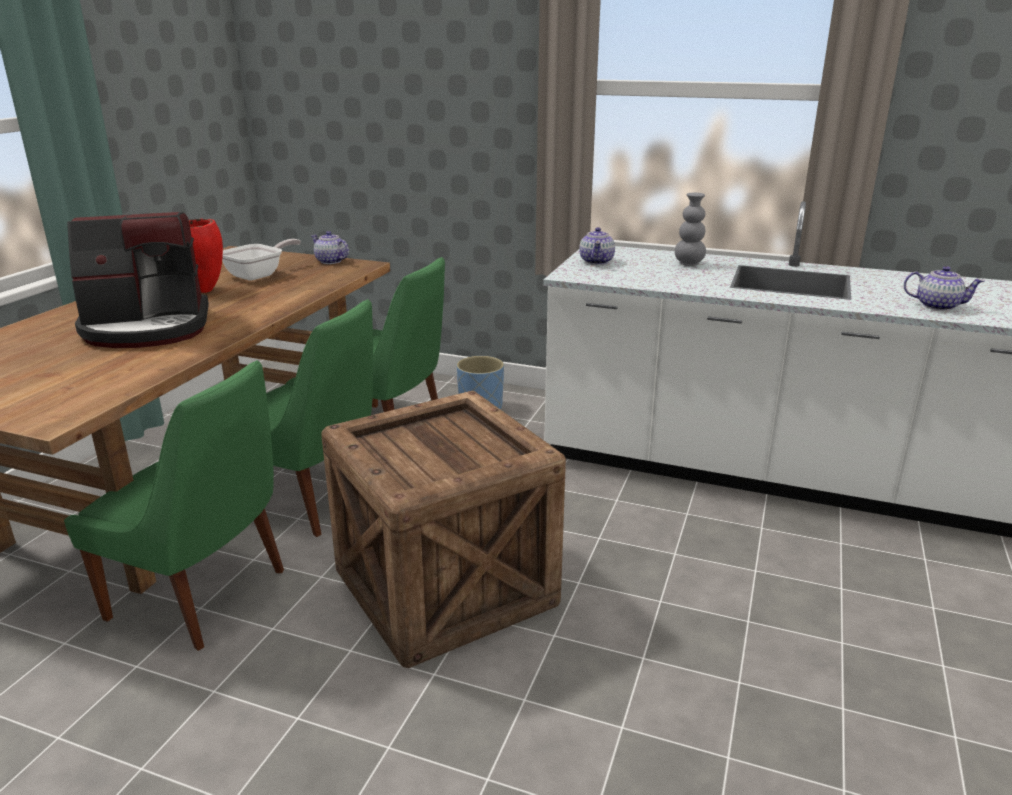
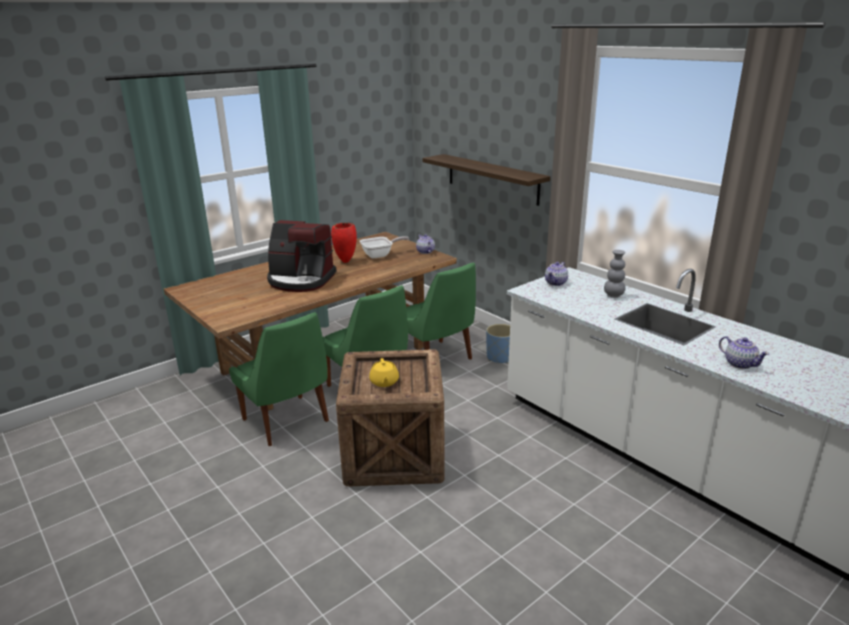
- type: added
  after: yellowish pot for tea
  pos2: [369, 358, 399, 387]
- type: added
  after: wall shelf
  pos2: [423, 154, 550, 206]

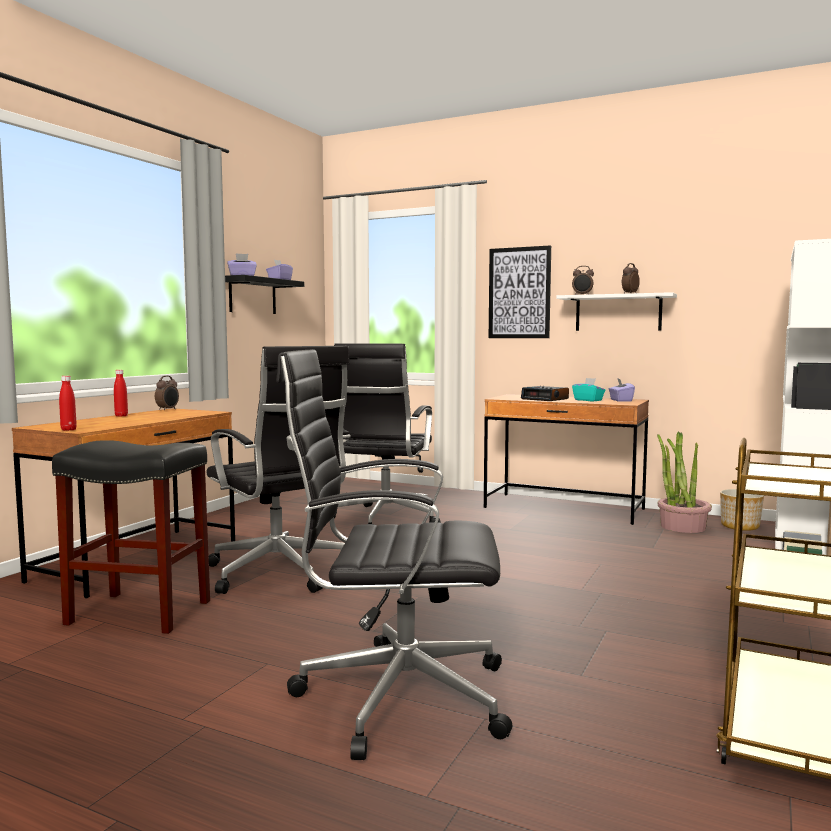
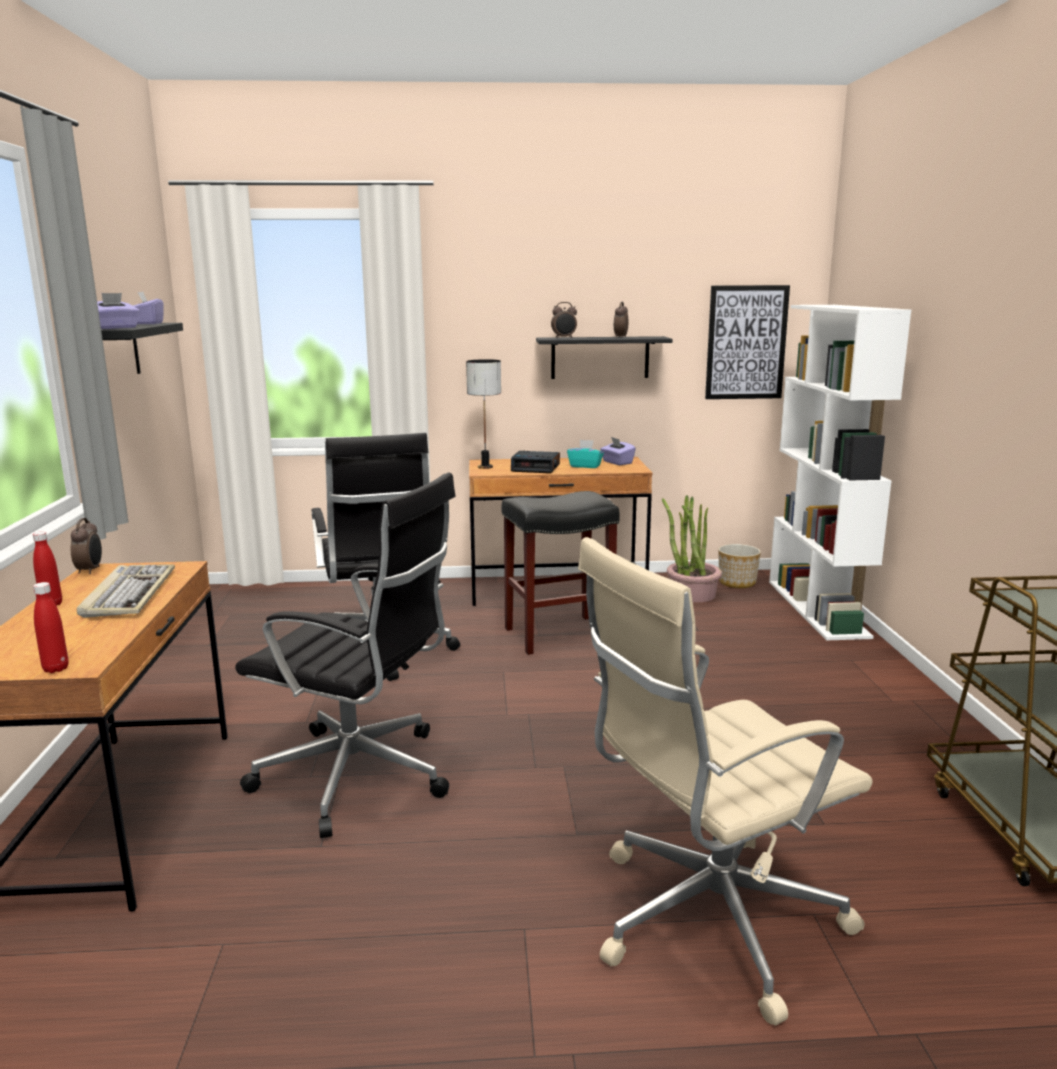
- type: added
  after: keyboard
  pos2: [77, 564, 175, 618]
- type: added
  after: table lamp
  pos2: [466, 359, 501, 469]
- type: moved
  before: black-coloured stool seat
  pos1: [52, 440, 210, 634]
  pos2: [502, 491, 620, 655]
- type: moved
  before: wall art
  pos1: [489, 245, 551, 338]
  pos2: [705, 285, 790, 399]
- type: recoloured
  before: black-coloured desk chair
  after: sand-coloured desk chair
  pos1: [276, 349, 512, 760]
  pos2: [578, 537, 872, 1026]
- type: recoloured
  before: whitish wall shelf
  after: black-coloured wall shelf
  pos1: [556, 292, 677, 331]
  pos2: [536, 336, 672, 379]

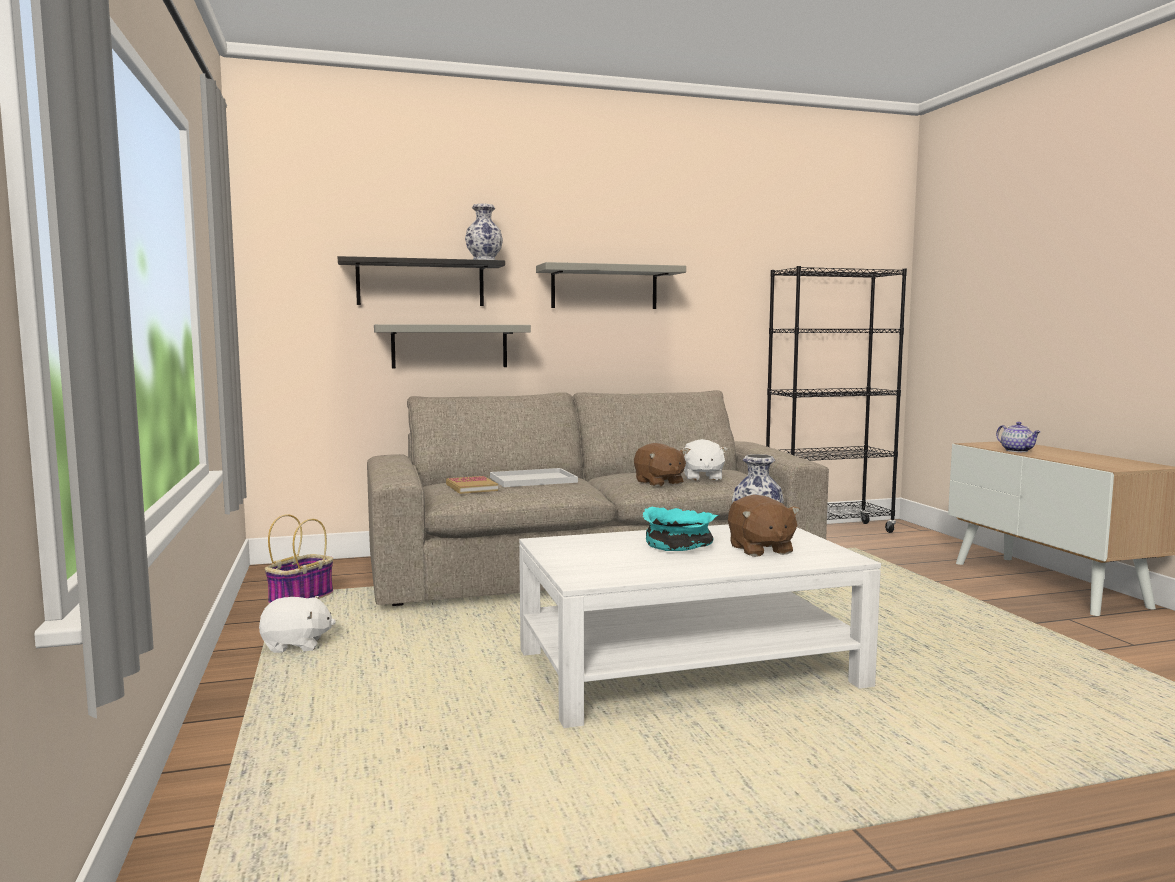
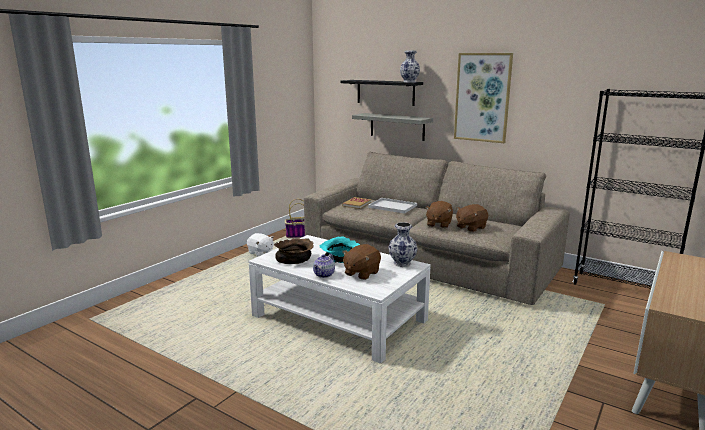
- type: added
  after: brownish bowl
  pos2: [274, 238, 314, 264]
- type: moved
  before: pot for tea
  pos1: [996, 422, 1040, 452]
  pos2: [313, 254, 335, 278]
- type: replaced
  before: greyish wall shelf
  after: wall art
  pos1: [536, 262, 686, 309]
  pos2: [454, 53, 513, 143]
- type: recoloured
  before: whitish plush toy
  after: brownish plush toy
  pos1: [683, 439, 728, 481]
  pos2: [456, 204, 488, 232]

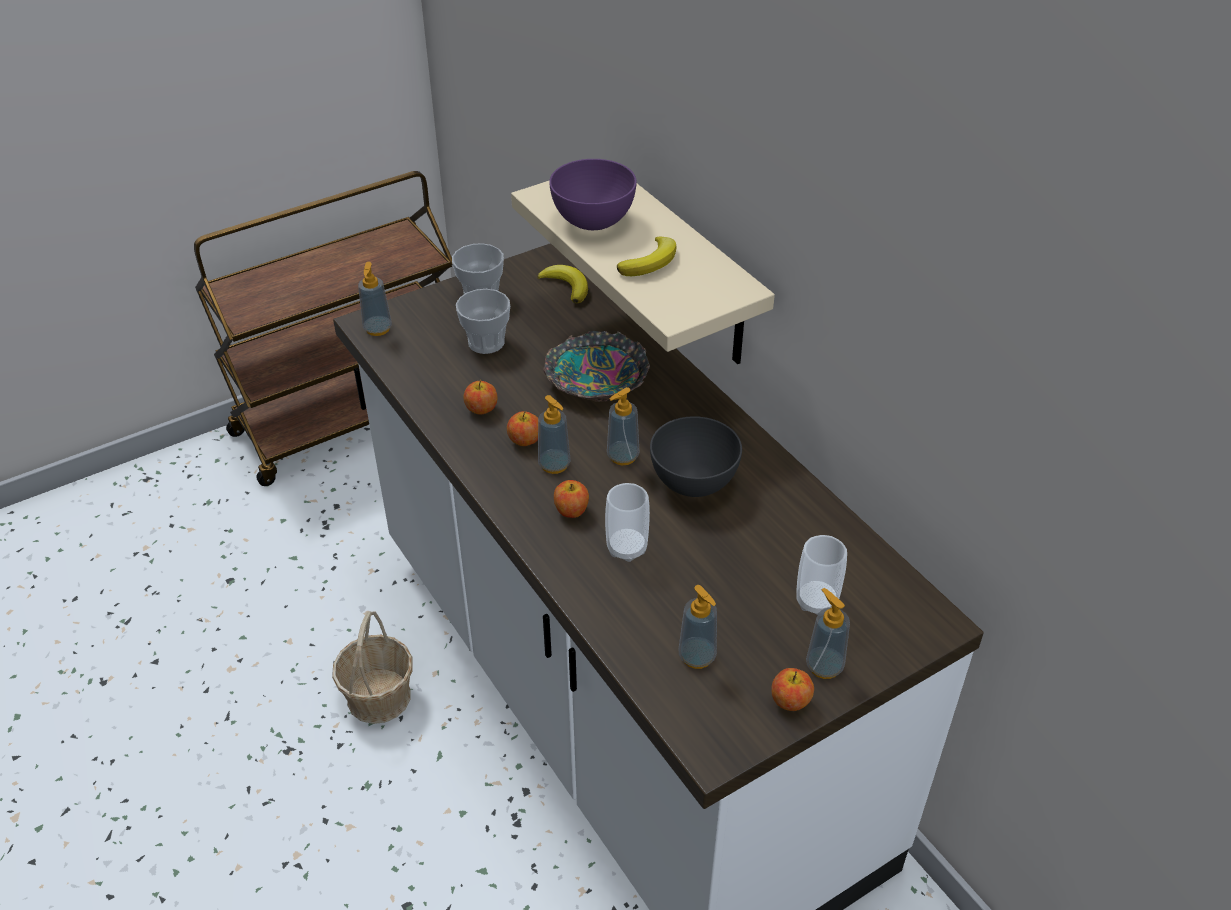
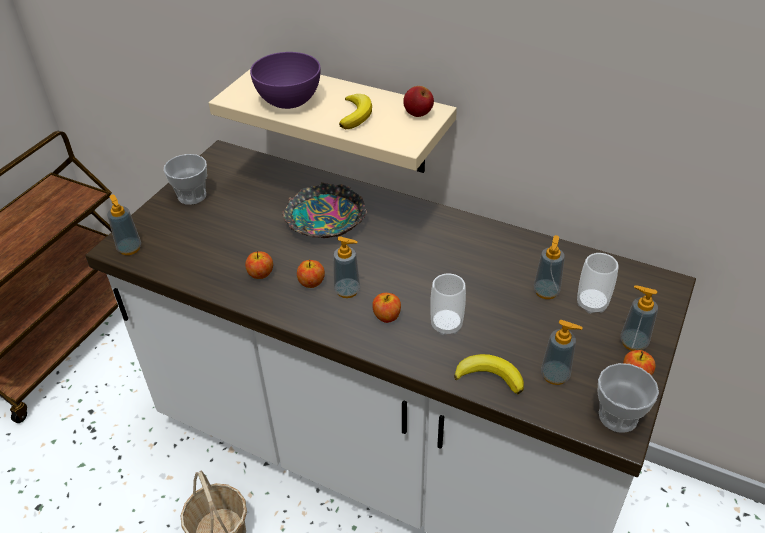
- type: removed
  before: greyish bowl
  pos1: [650, 416, 742, 497]
- type: added
  after: apple fruit
  pos2: [403, 86, 434, 117]
- type: moved
  before: small cup
  pos1: [456, 289, 510, 354]
  pos2: [597, 363, 659, 433]
- type: moved
  before: banana
  pos1: [537, 265, 588, 303]
  pos2: [454, 354, 524, 394]
- type: moved
  before: soap bottle
  pos1: [607, 387, 640, 465]
  pos2: [534, 235, 565, 299]

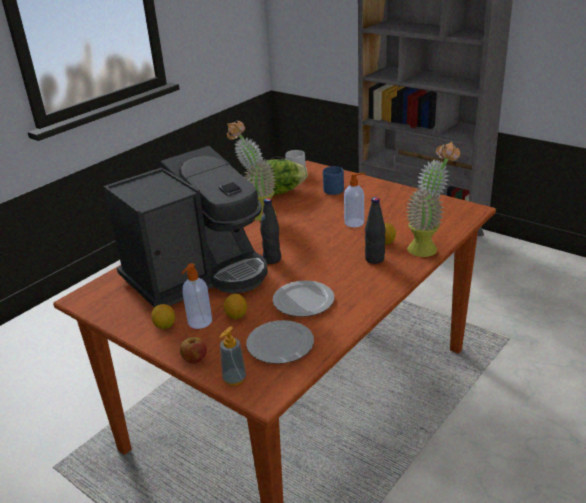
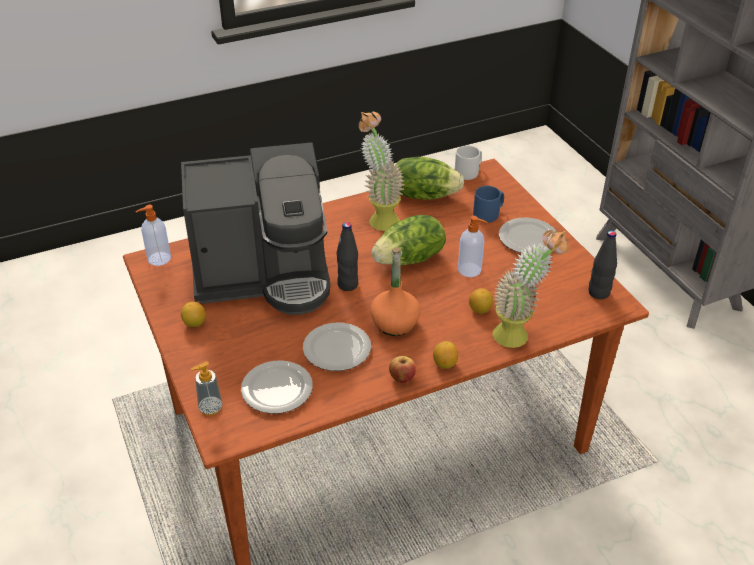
- type: added
  after: orange-coloured drink bottle
  pos2: [370, 247, 420, 336]
- type: added
  after: lettuce head
  pos2: [372, 215, 446, 265]
- type: added
  after: dinner plate
  pos2: [499, 218, 557, 253]
- type: moved
  before: apple fruit
  pos1: [180, 337, 207, 364]
  pos2: [389, 356, 416, 383]
- type: moved
  before: soap bottle
  pos1: [181, 263, 212, 329]
  pos2: [135, 205, 171, 266]
- type: moved
  before: whole lemon
  pos1: [224, 294, 247, 319]
  pos2: [433, 341, 458, 369]
- type: moved
  before: black-coloured drink bottle
  pos1: [365, 197, 385, 264]
  pos2: [589, 230, 617, 299]

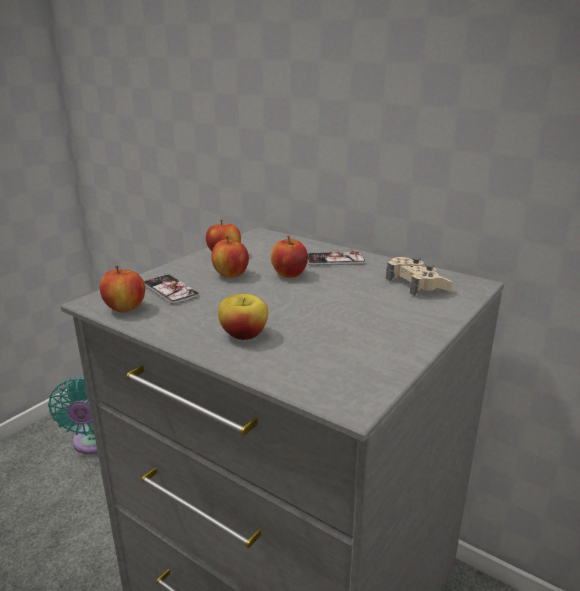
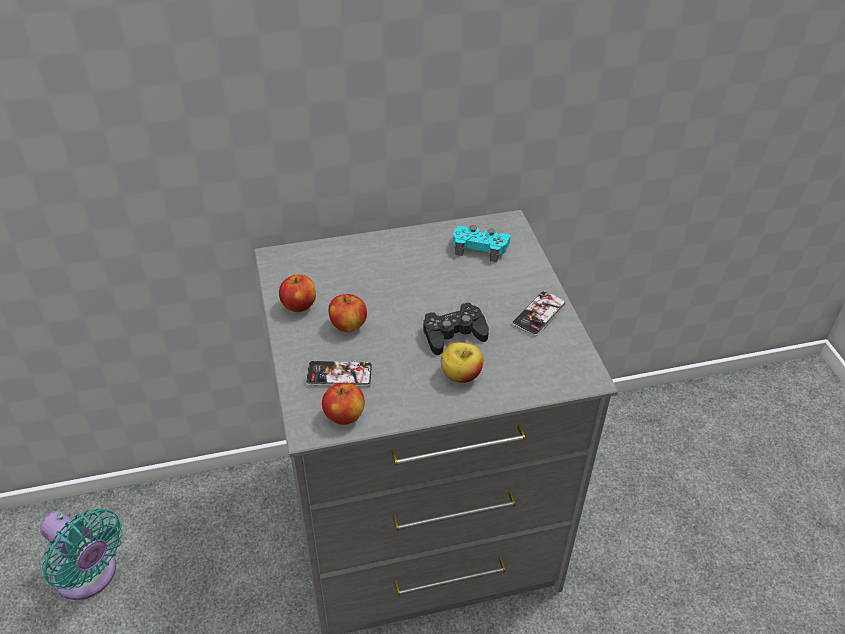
- type: removed
  before: apple fruit
  pos1: [271, 235, 308, 278]
- type: added
  after: black-coloured joypad
  pos2: [423, 302, 489, 355]
- type: moved
  before: phone
  pos1: [308, 249, 366, 266]
  pos2: [512, 291, 566, 336]
- type: recoloured
  before: sand-coloured joypad
  after: blue-green joypad
  pos1: [386, 257, 453, 296]
  pos2: [453, 225, 511, 262]

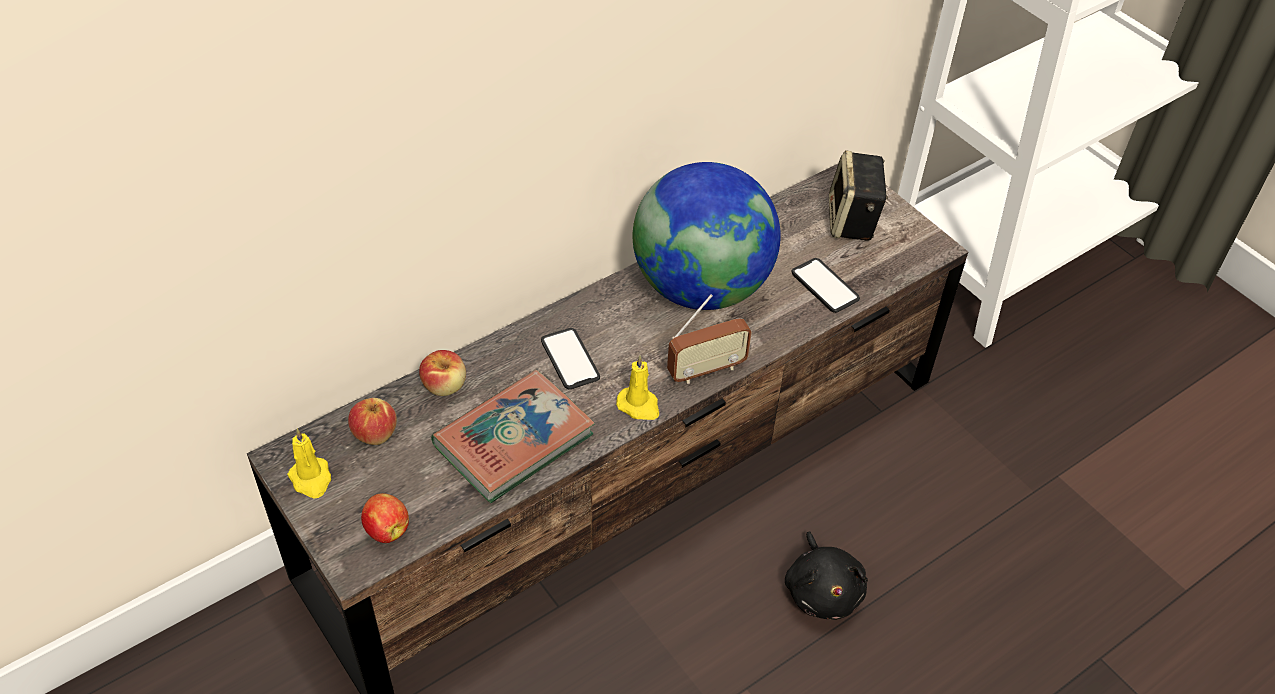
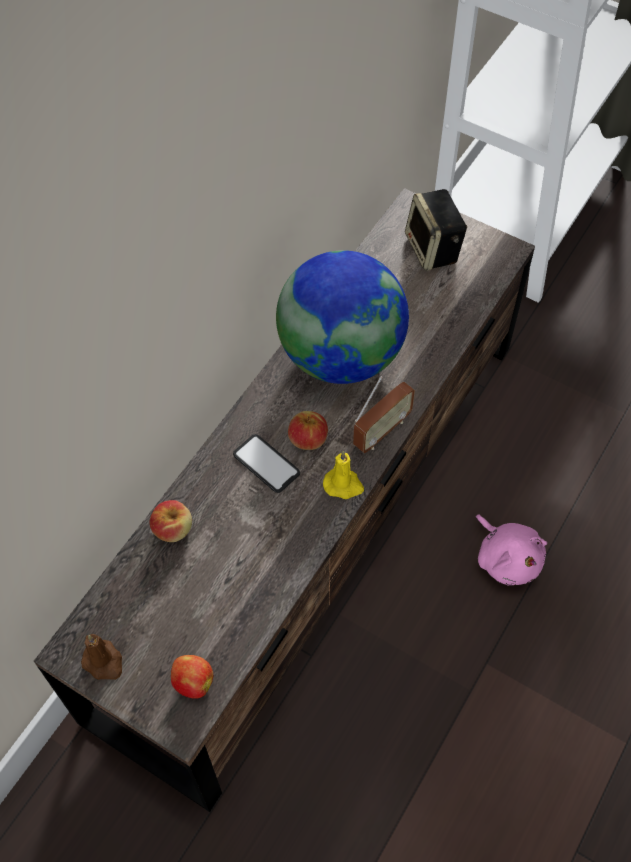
- type: removed
  before: bound book
  pos1: [431, 370, 595, 503]
- type: removed
  before: phone
  pos1: [791, 258, 860, 313]
- type: moved
  before: apple fruit
  pos1: [348, 398, 397, 445]
  pos2: [288, 411, 328, 450]
- type: recoloured
  before: yellowish wax candle
  after: brownish wax candle
  pos1: [287, 429, 331, 499]
  pos2: [81, 634, 122, 680]
- type: recoloured
  before: black-coloured plush toy
  after: pink plush toy
  pos1: [785, 531, 868, 620]
  pos2: [476, 514, 547, 585]

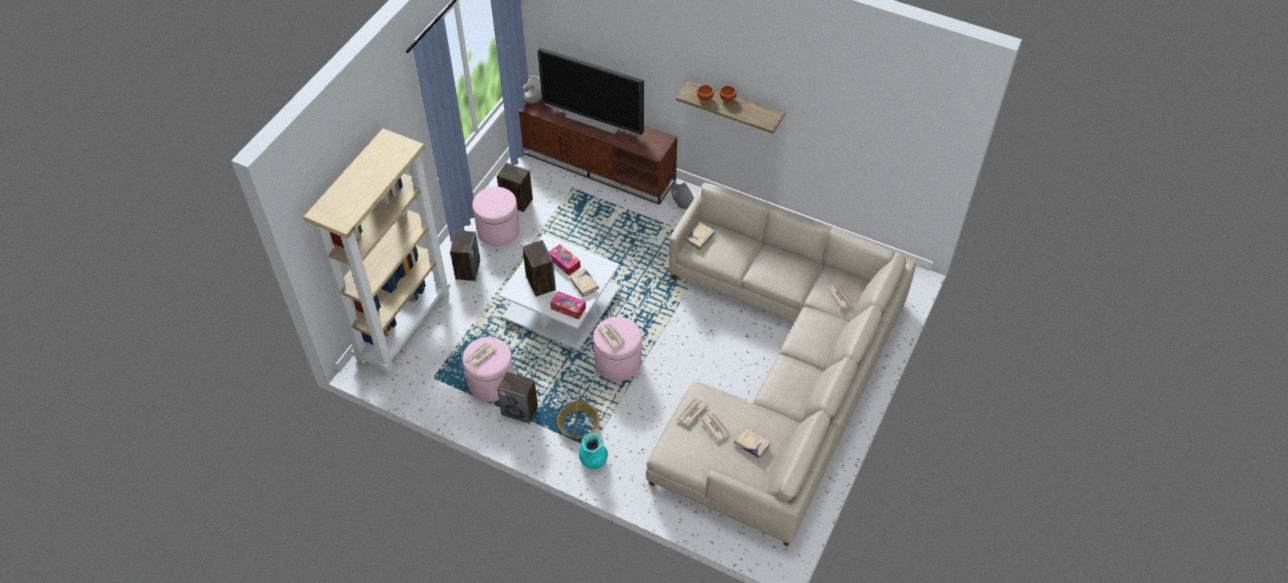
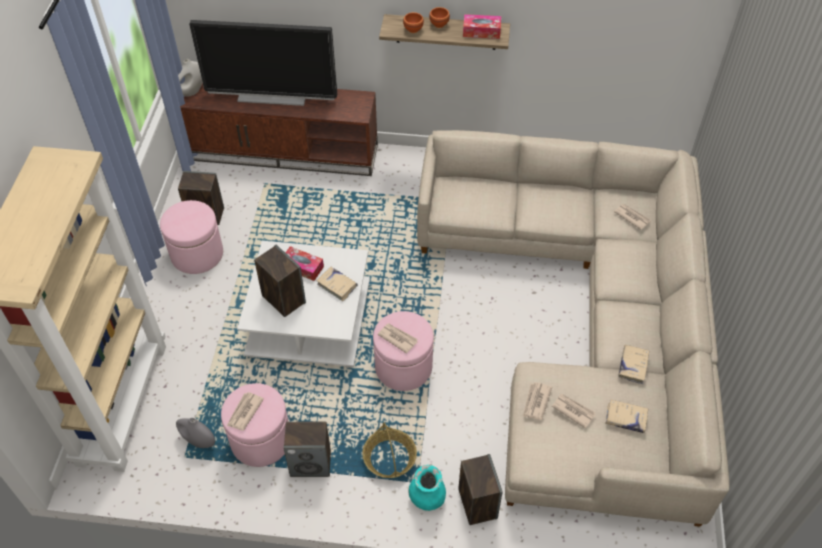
- type: moved
  before: loudspeaker
  pos1: [450, 230, 480, 281]
  pos2: [458, 454, 503, 525]
- type: moved
  before: box of tissues
  pos1: [550, 291, 586, 320]
  pos2: [463, 14, 501, 39]
- type: moved
  before: greyish decorative vase
  pos1: [671, 183, 694, 209]
  pos2: [176, 418, 215, 448]
- type: moved
  before: sand-coloured bound book
  pos1: [685, 223, 715, 250]
  pos2: [619, 345, 649, 384]

